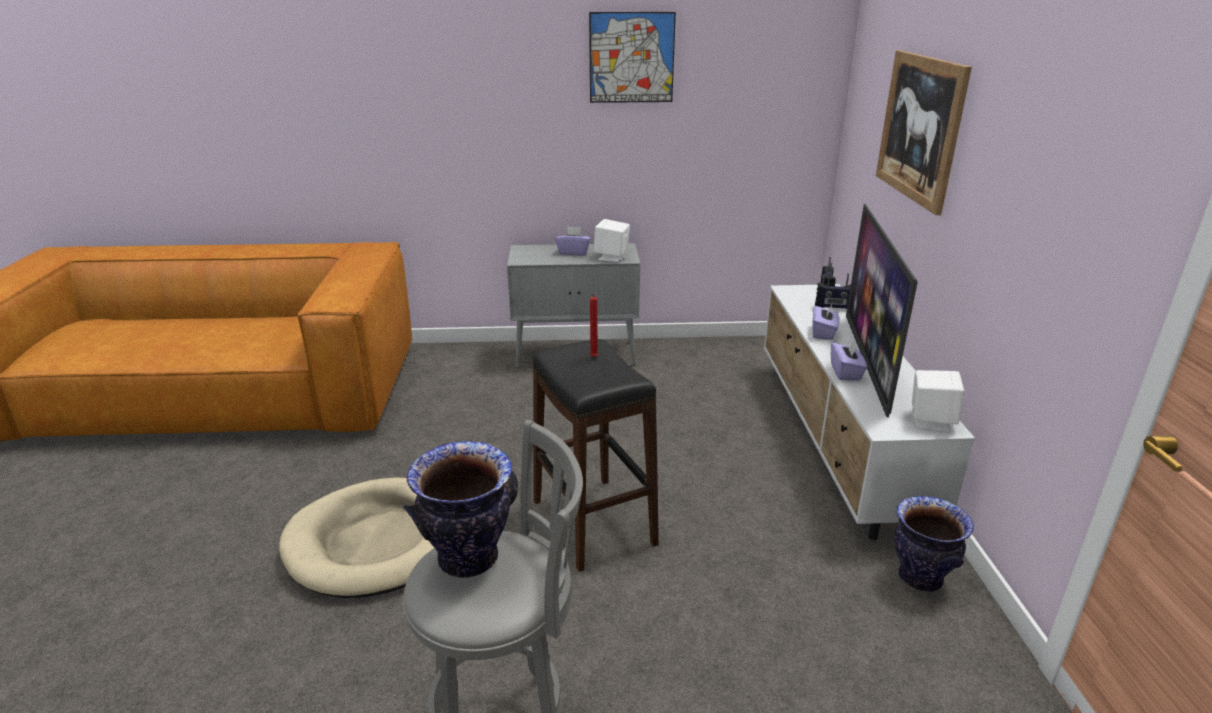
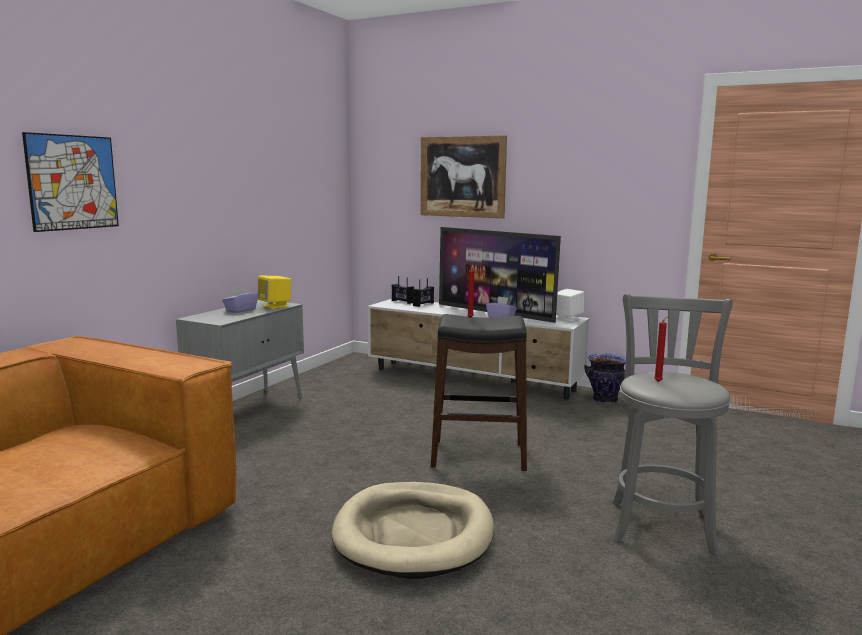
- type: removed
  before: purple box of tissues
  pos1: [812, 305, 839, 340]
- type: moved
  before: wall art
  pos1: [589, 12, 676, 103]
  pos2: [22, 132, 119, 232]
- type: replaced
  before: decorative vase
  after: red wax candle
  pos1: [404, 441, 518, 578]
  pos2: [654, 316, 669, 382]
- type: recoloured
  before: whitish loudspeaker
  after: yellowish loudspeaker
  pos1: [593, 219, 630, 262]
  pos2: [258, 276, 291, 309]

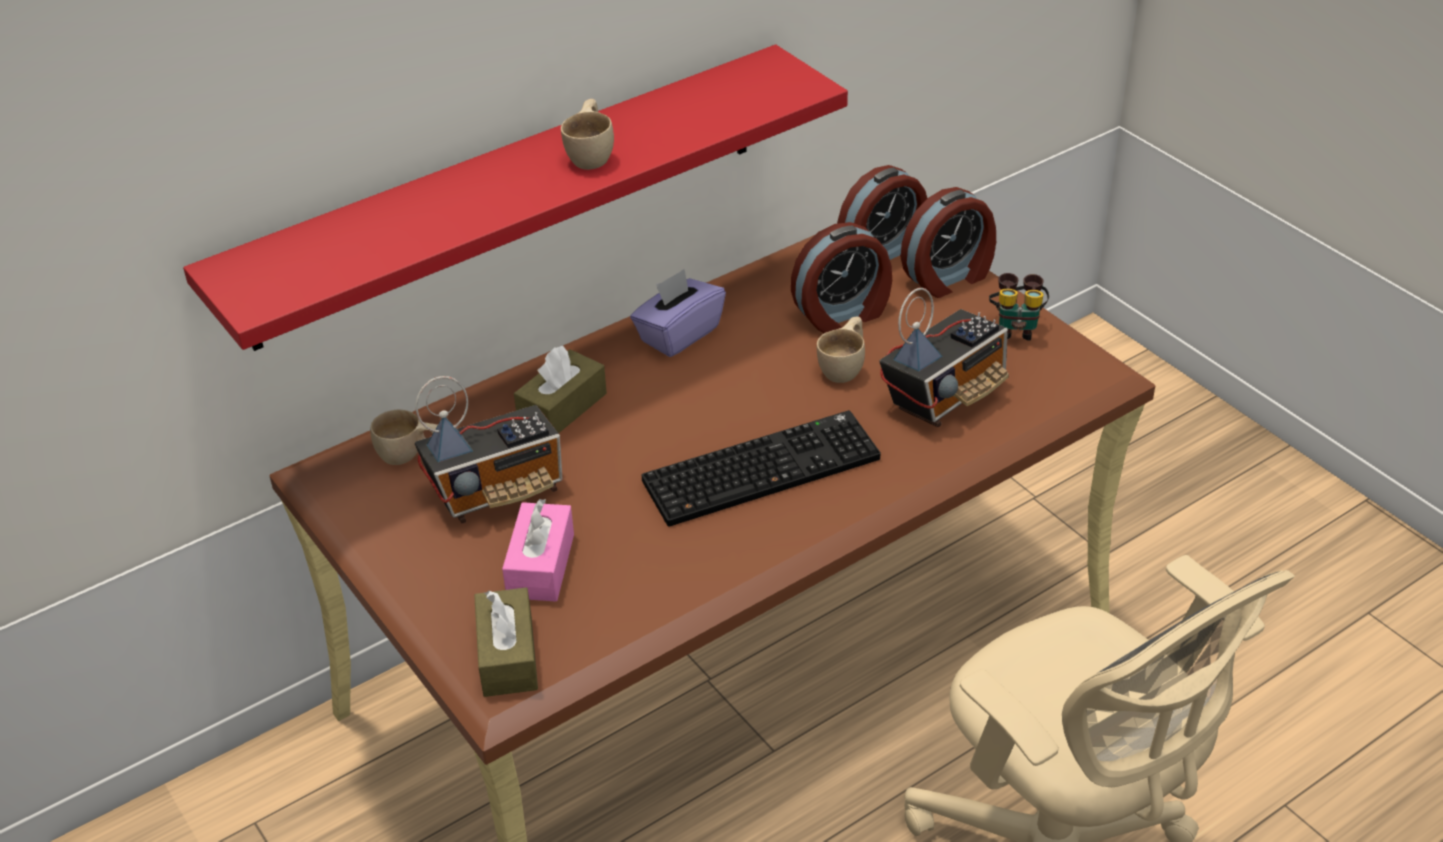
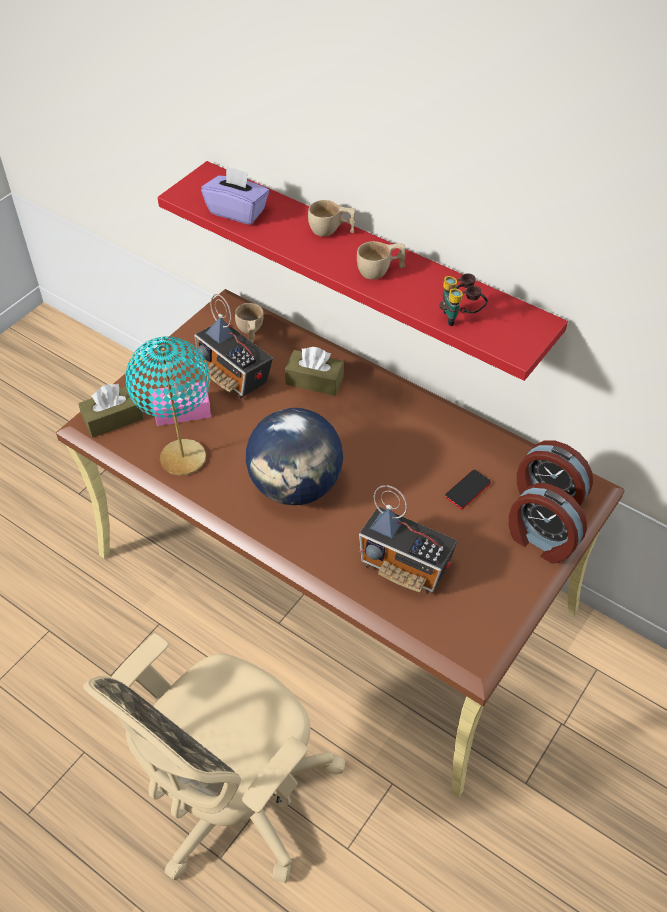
- type: added
  after: blue-green table lamp
  pos2: [125, 336, 210, 476]
- type: moved
  before: purple box of tissues
  pos1: [630, 269, 726, 357]
  pos2: [201, 166, 269, 225]
- type: moved
  before: sand-coloured small cup
  pos1: [817, 317, 865, 383]
  pos2: [308, 200, 355, 236]
- type: moved
  before: binoculars
  pos1: [989, 273, 1049, 341]
  pos2: [439, 273, 488, 326]
- type: replaced
  before: keyboard
  after: world globe
  pos1: [642, 410, 881, 527]
  pos2: [246, 408, 343, 505]
- type: replaced
  before: table clock
  after: phone
  pos1: [791, 222, 892, 333]
  pos2: [445, 470, 491, 509]

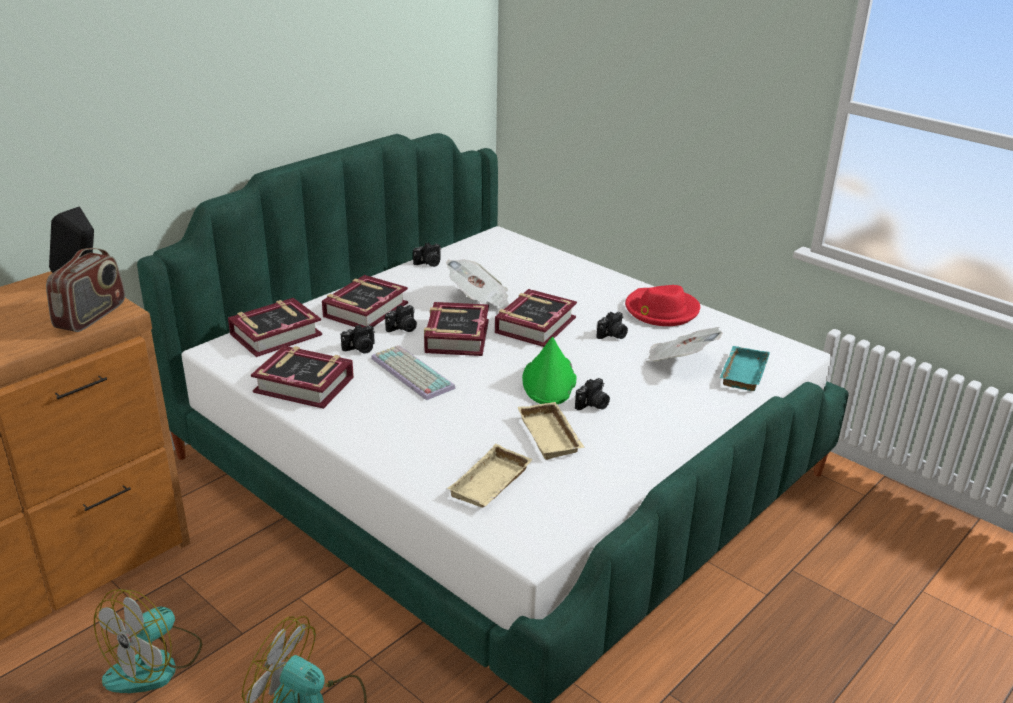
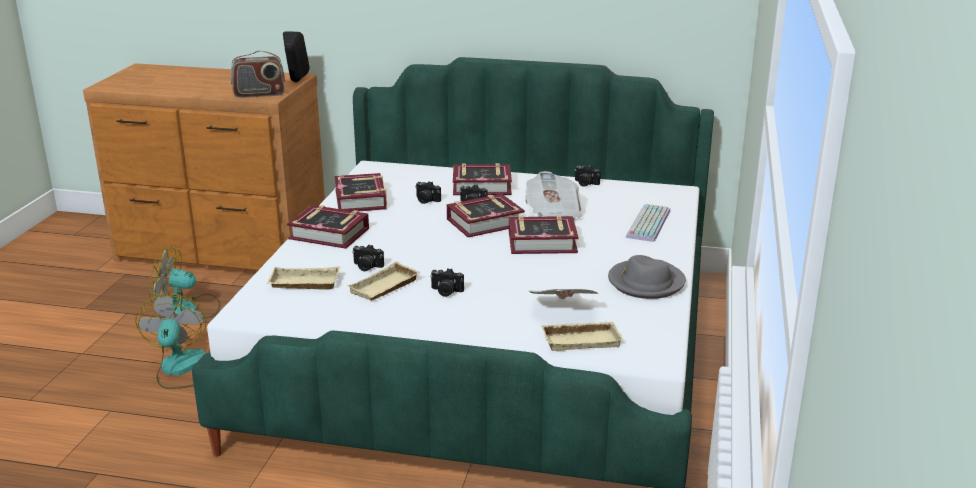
- type: removed
  before: green hat
  pos1: [522, 337, 576, 404]
- type: moved
  before: bound book
  pos1: [228, 298, 322, 357]
  pos2: [287, 205, 369, 249]
- type: moved
  before: keyboard
  pos1: [371, 345, 456, 400]
  pos2: [626, 204, 670, 242]
- type: moved
  before: still camera
  pos1: [596, 312, 628, 339]
  pos2: [352, 245, 384, 271]
- type: recoloured
  before: red hat
  after: greyish hat
  pos1: [625, 285, 700, 326]
  pos2: [608, 255, 686, 299]
- type: recoloured
  before: blue-green serving tray
  after: sand-coloured serving tray
  pos1: [720, 346, 770, 391]
  pos2: [541, 322, 623, 351]

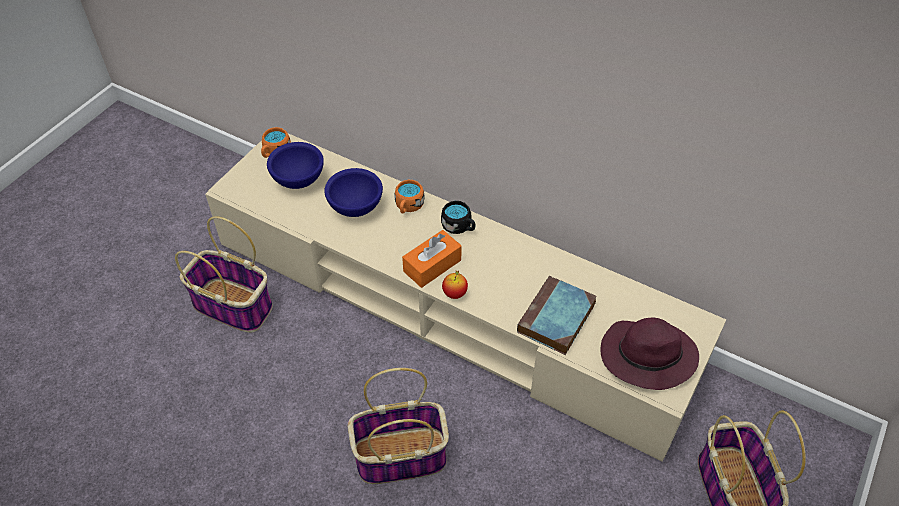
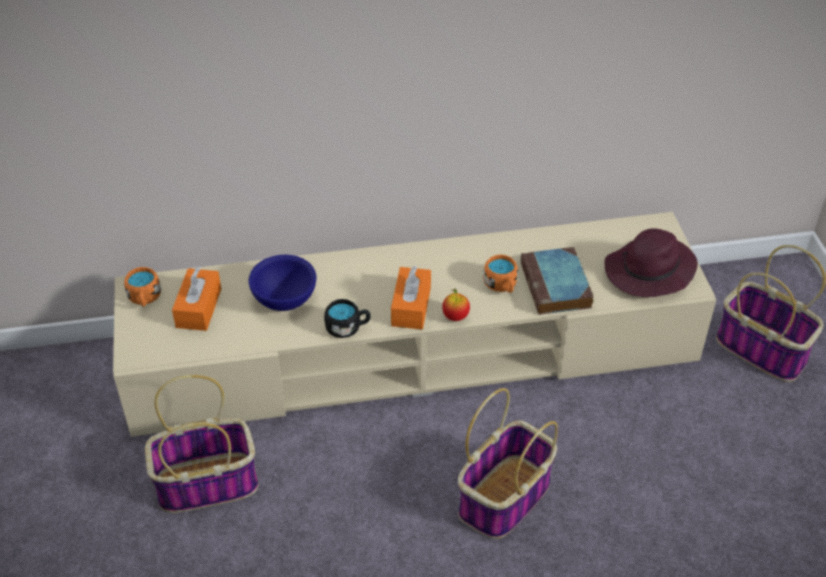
- type: moved
  before: orange-coloured tea mug
  pos1: [395, 180, 424, 214]
  pos2: [483, 255, 518, 293]
- type: moved
  before: black-coloured tea mug
  pos1: [441, 201, 475, 234]
  pos2: [324, 299, 371, 338]
- type: replaced
  before: blue-coloured bowl
  after: orange-coloured box of tissues
  pos1: [267, 142, 324, 189]
  pos2: [172, 267, 221, 331]

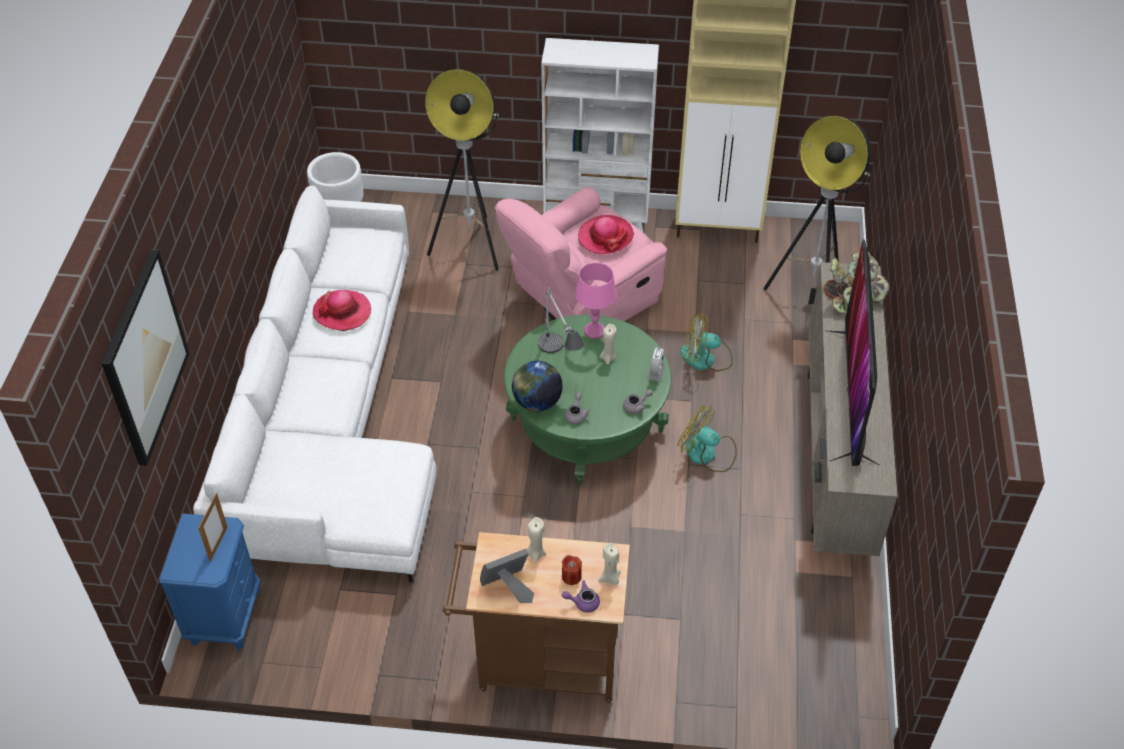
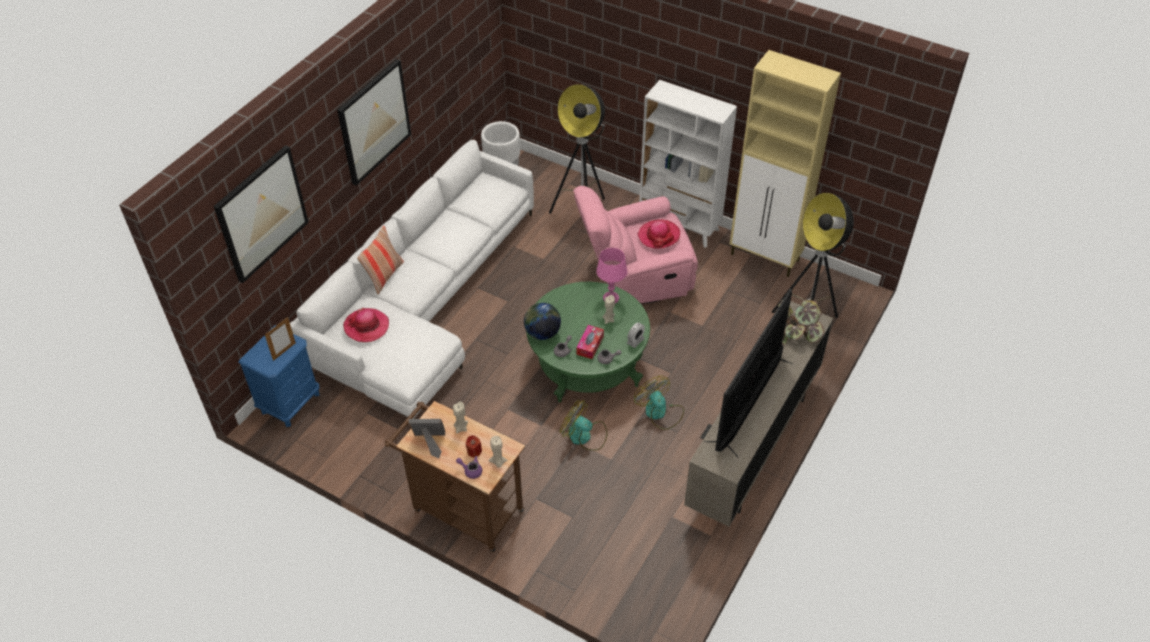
- type: removed
  before: table lamp
  pos1: [538, 288, 585, 353]
- type: added
  after: wall art
  pos2: [337, 59, 411, 186]
- type: added
  after: throw pillow
  pos2: [357, 226, 404, 295]
- type: added
  after: box of tissues
  pos2: [577, 325, 604, 359]
- type: moved
  before: hat
  pos1: [313, 290, 371, 331]
  pos2: [343, 308, 389, 342]
- type: moved
  before: electric fan
  pos1: [681, 312, 733, 371]
  pos2: [560, 400, 607, 451]

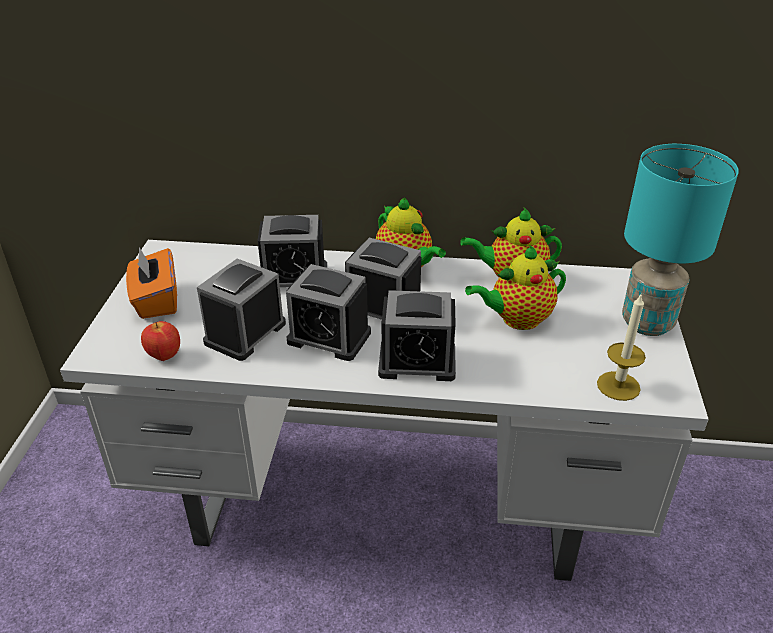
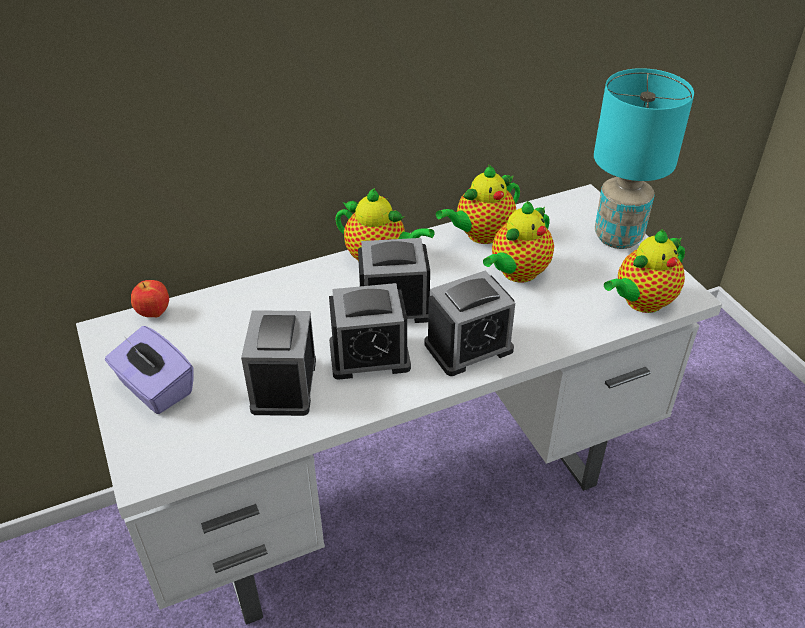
- type: removed
  before: table clock
  pos1: [257, 215, 327, 287]
- type: moved
  before: apple fruit
  pos1: [141, 321, 180, 361]
  pos2: [131, 280, 169, 317]
- type: replaced
  before: wax candle
  after: pot for tea
  pos1: [597, 293, 646, 401]
  pos2: [604, 229, 685, 313]
- type: recoloured
  before: orange-coloured box of tissues
  after: purple box of tissues
  pos1: [126, 247, 177, 319]
  pos2: [105, 326, 193, 414]

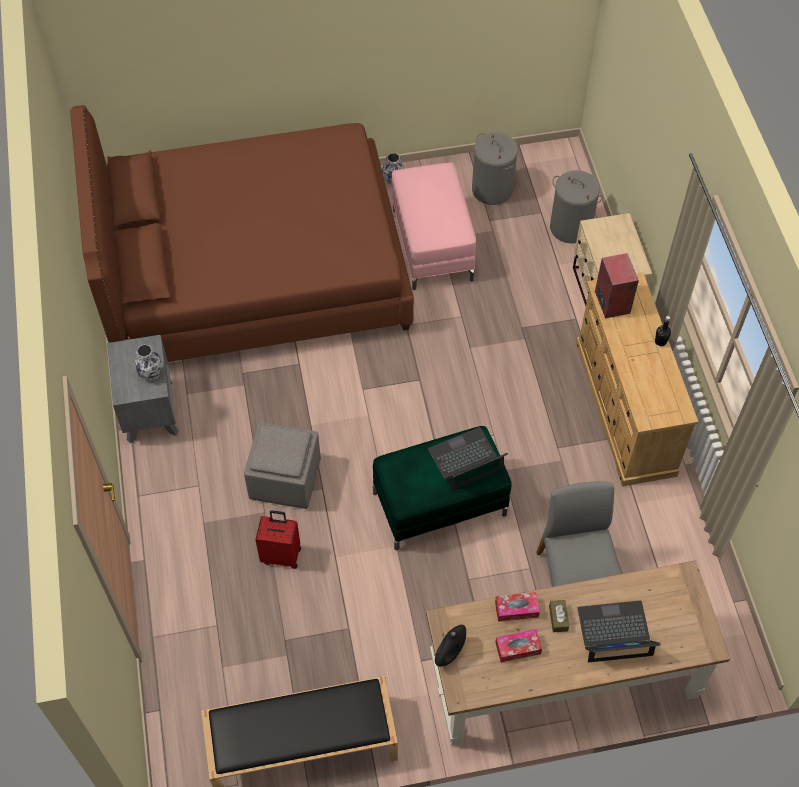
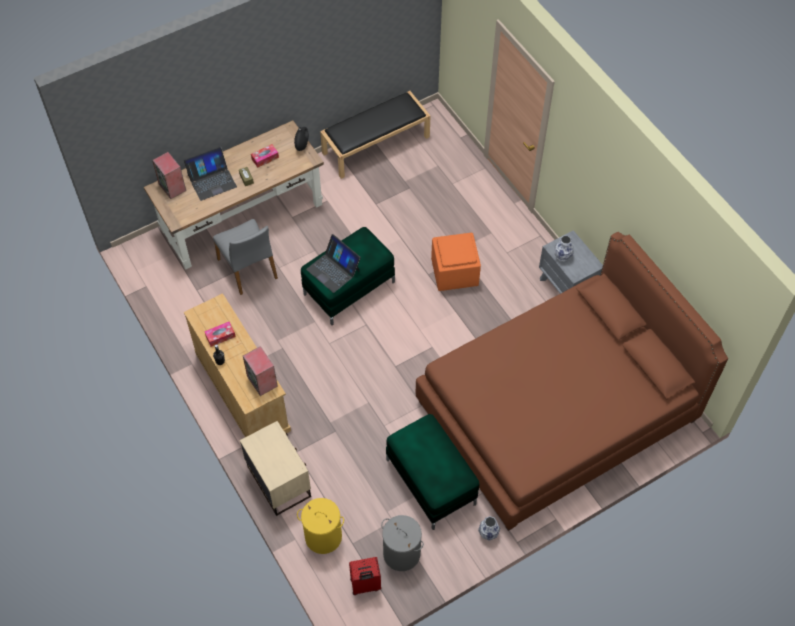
- type: added
  after: loudspeaker
  pos2: [152, 152, 186, 199]
- type: moved
  before: red travel case
  pos1: [255, 510, 301, 569]
  pos2: [349, 557, 381, 595]
- type: moved
  before: box of tissues
  pos1: [495, 592, 540, 622]
  pos2: [204, 322, 236, 347]
- type: recoloured
  before: greyish ottoman
  after: orange-coloured ottoman
  pos1: [244, 422, 321, 509]
  pos2: [431, 233, 481, 291]
- type: recoloured
  before: pink ottoman
  after: green ottoman
  pos1: [391, 163, 476, 290]
  pos2: [386, 414, 479, 530]
- type: recoloured
  before: greyish washing basket
  after: yellowish washing basket
  pos1: [550, 170, 603, 244]
  pos2: [297, 498, 344, 554]
- type: turned
  before: laptop
  pos1: [428, 427, 508, 491]
  pos2: [306, 234, 361, 293]
  turn: 90

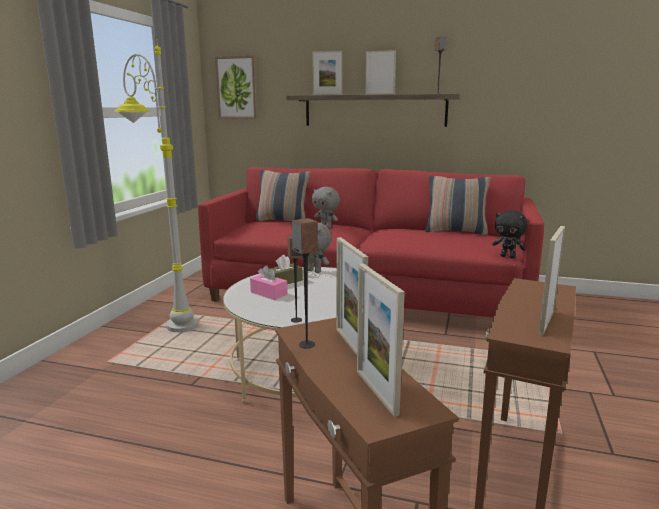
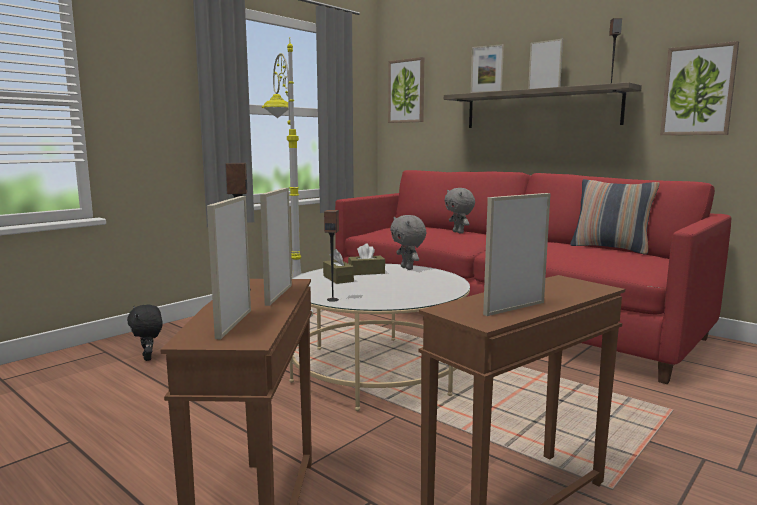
- type: removed
  before: throw pillow
  pos1: [255, 170, 310, 221]
- type: added
  after: wall art
  pos2: [660, 41, 739, 135]
- type: moved
  before: black-coloured plush toy
  pos1: [492, 210, 527, 259]
  pos2: [127, 305, 163, 361]
- type: recoloured
  before: pink box of tissues
  after: brownish box of tissues
  pos1: [250, 266, 288, 300]
  pos2: [323, 249, 354, 284]

